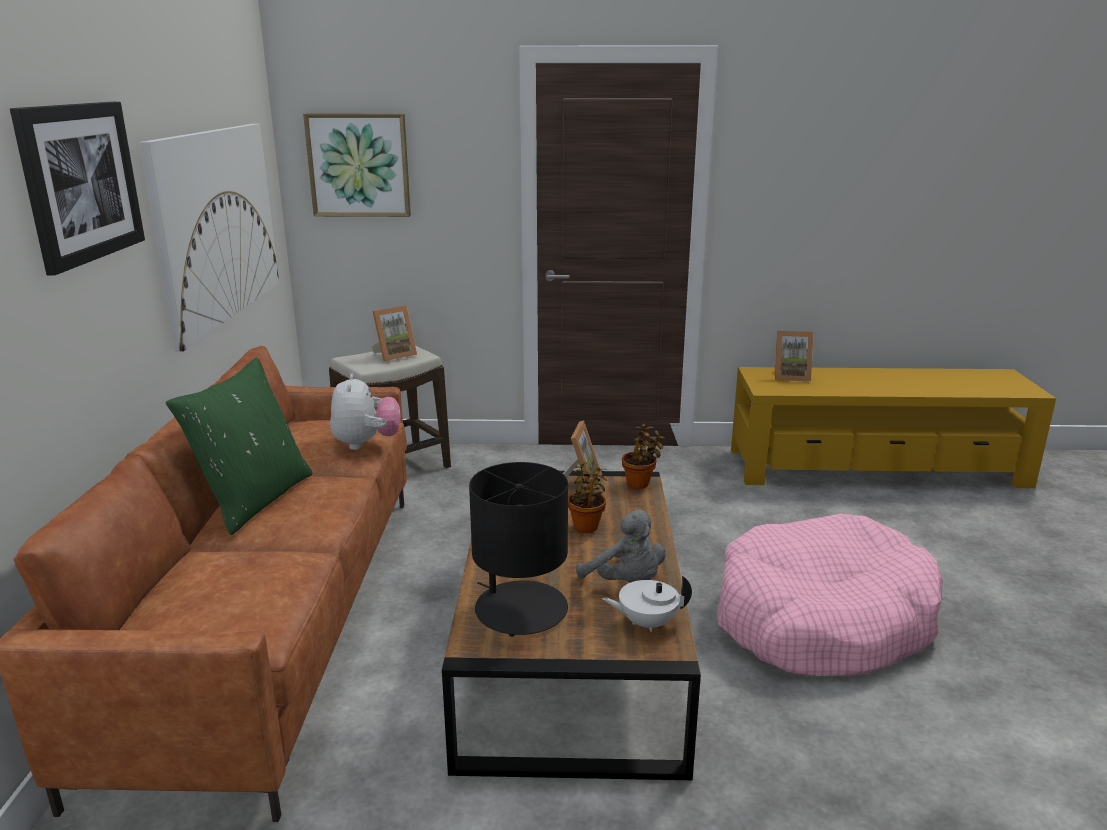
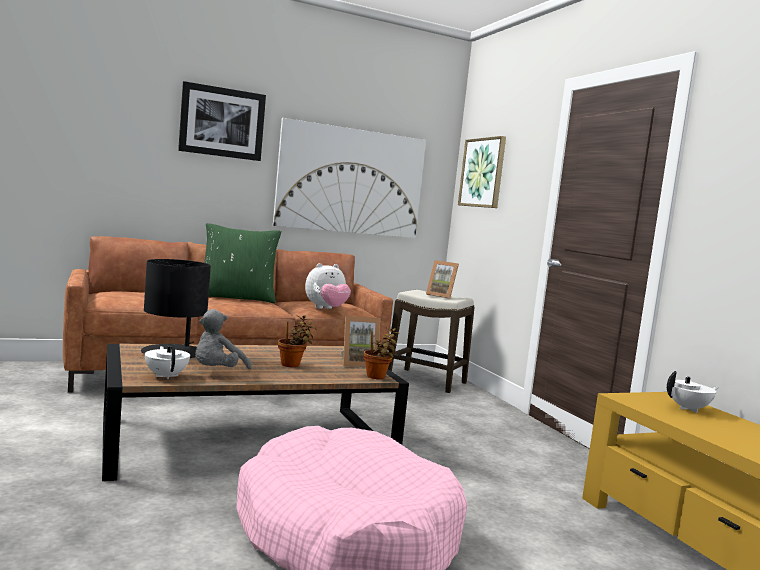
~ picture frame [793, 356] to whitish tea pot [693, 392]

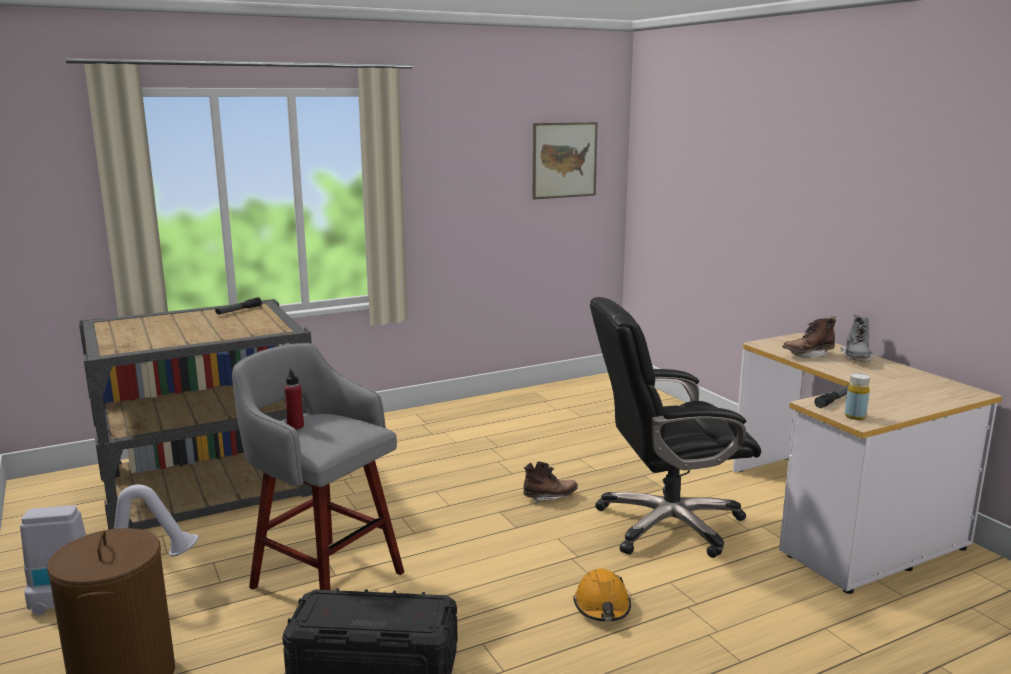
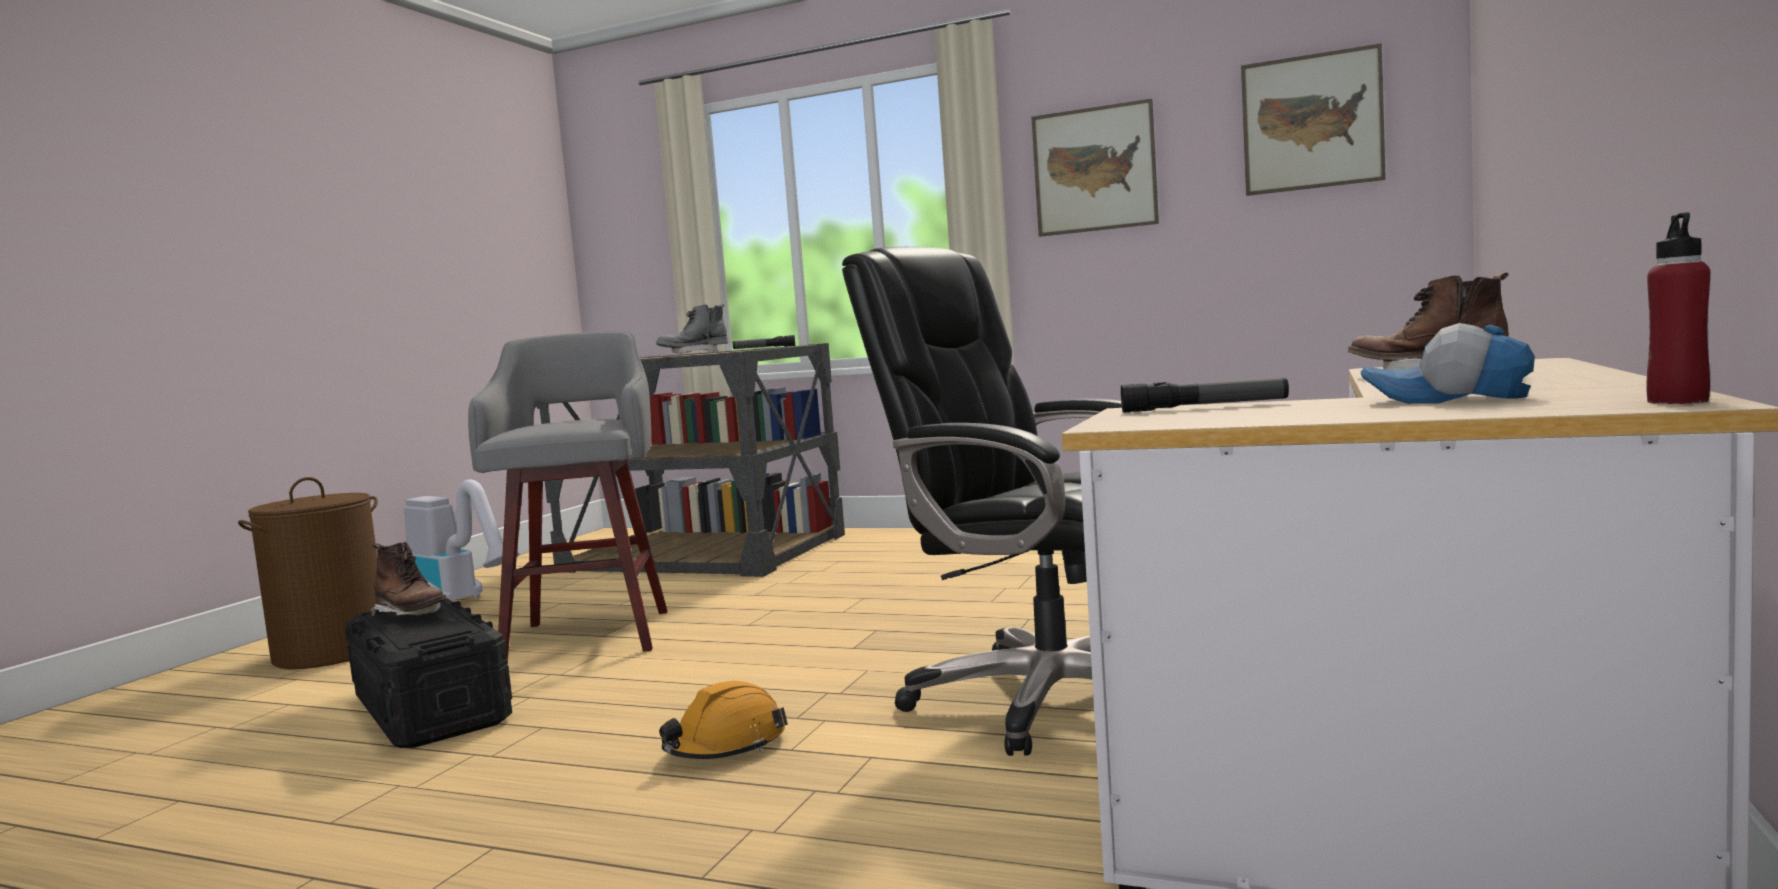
~ brownish high-top boot [550, 482] to [409, 579]
~ grey high-top boot [857, 338] to [692, 329]
+ wall art [1095, 168]
+ baseball cap [1448, 363]
~ reddish bottle [294, 399] to [1678, 308]
- yellow-coloured bottle [857, 396]

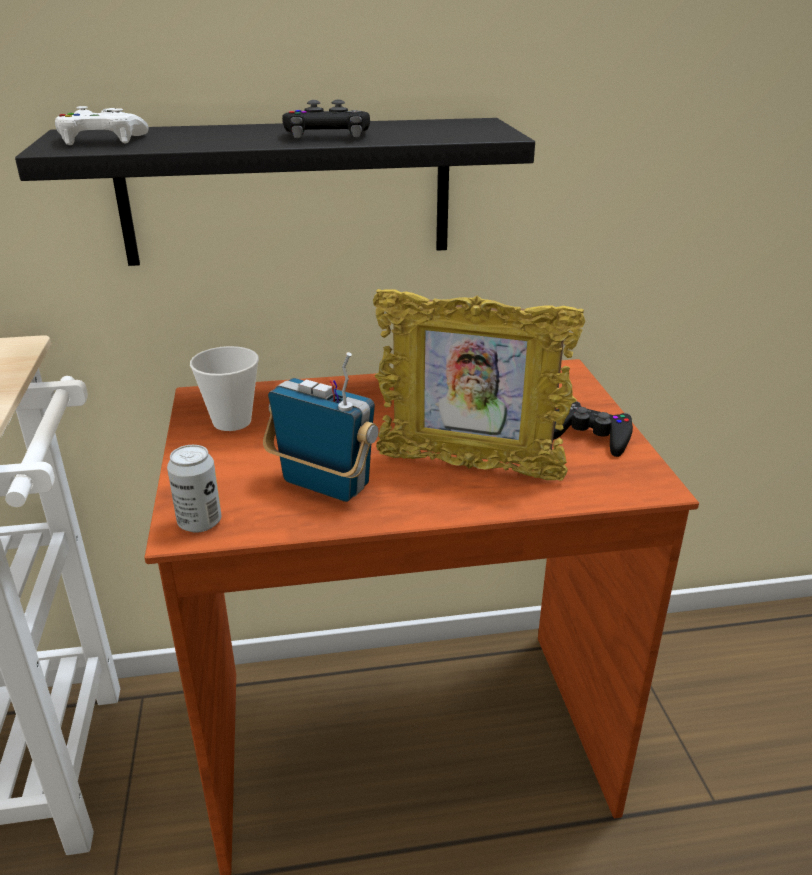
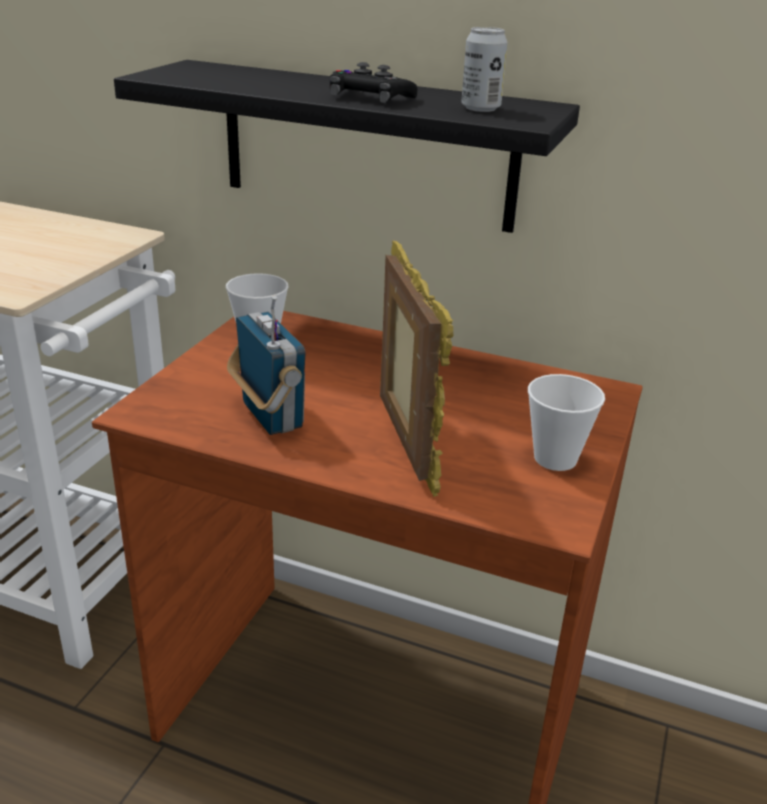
~ picture frame [479, 385] = [416, 369] 150 degrees counterclockwise
~ can [194, 489] to [485, 69]
~ blackish game controller [593, 429] to small cup [566, 422]
- whitish game controller [102, 125]

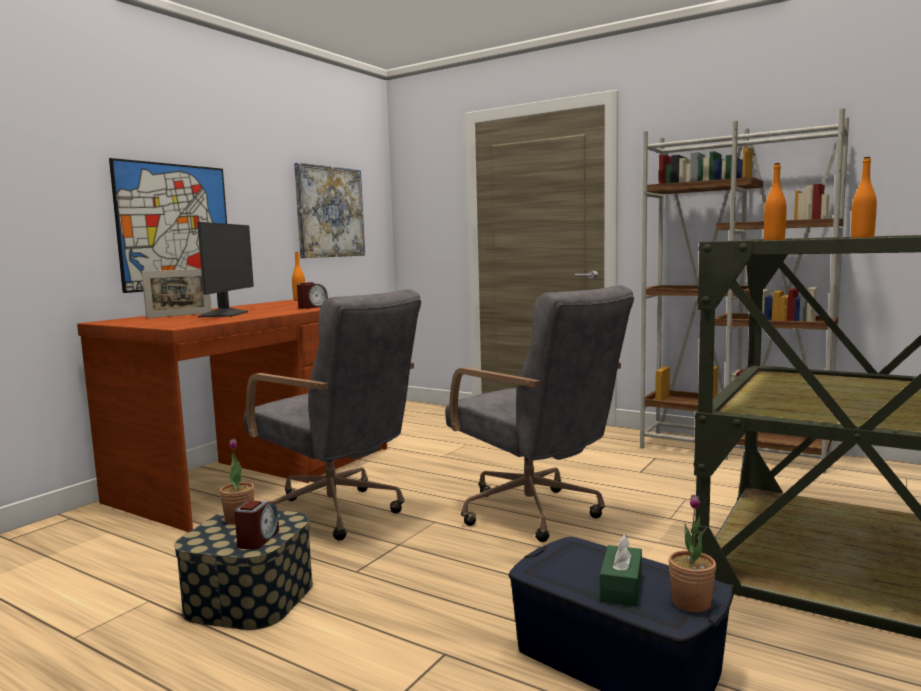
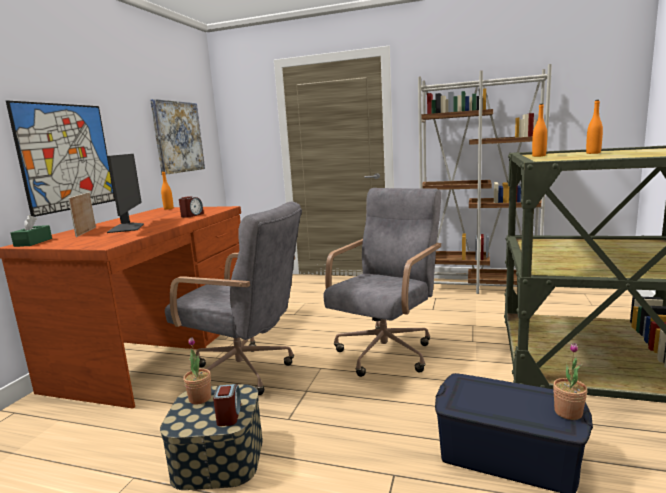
~ green-coloured tissue box [621, 570] to [31, 231]
~ picture frame [177, 293] = [82, 214] 135 degrees clockwise
~ grey office chair [539, 413] = [382, 282] 90 degrees counterclockwise

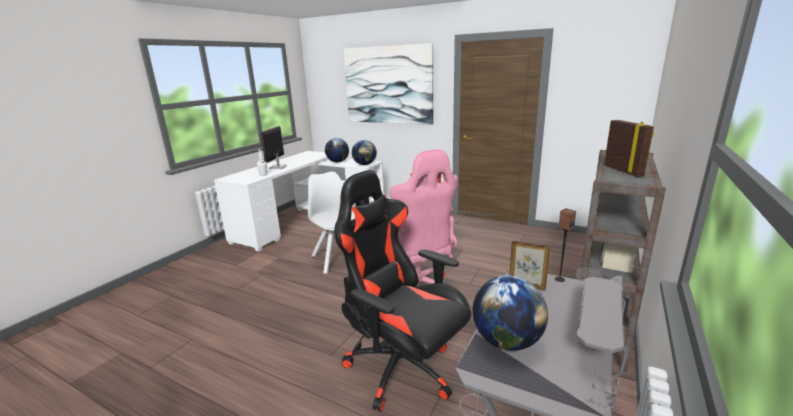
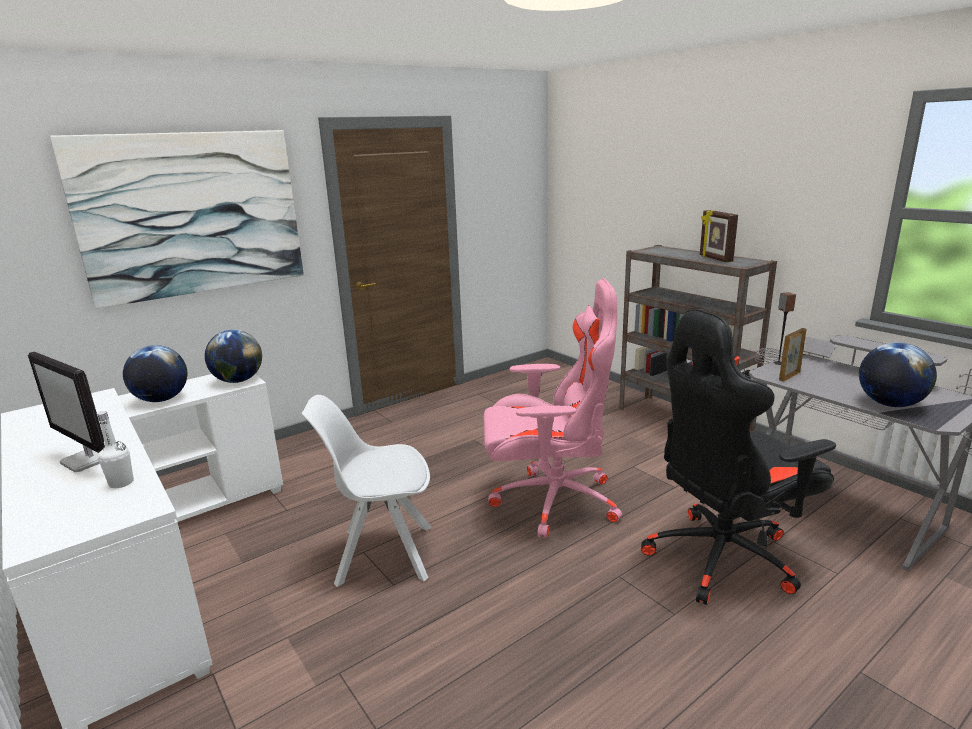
~ picture frame [629, 148] = [719, 236] 120 degrees counterclockwise

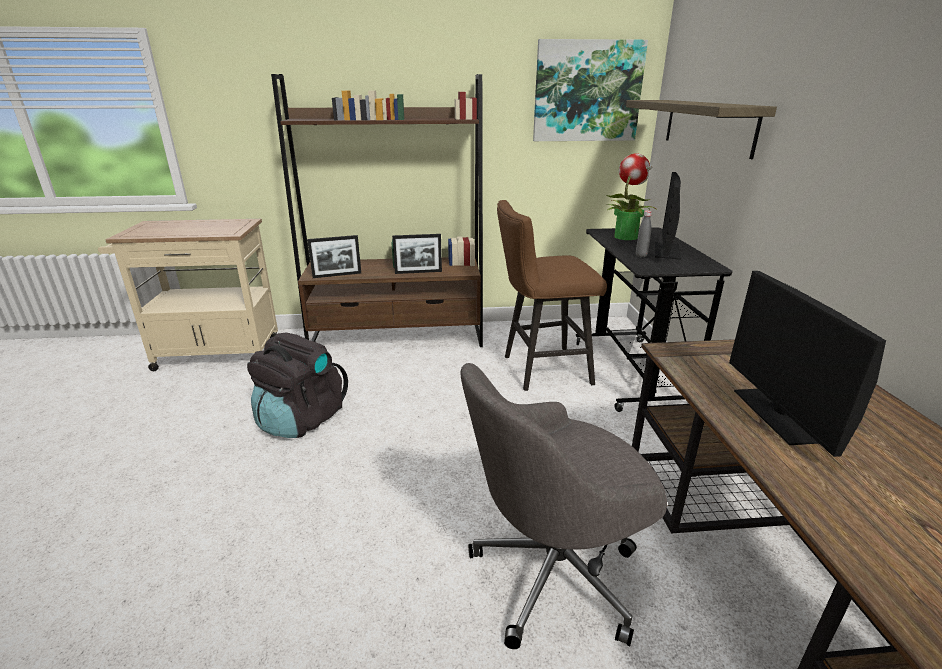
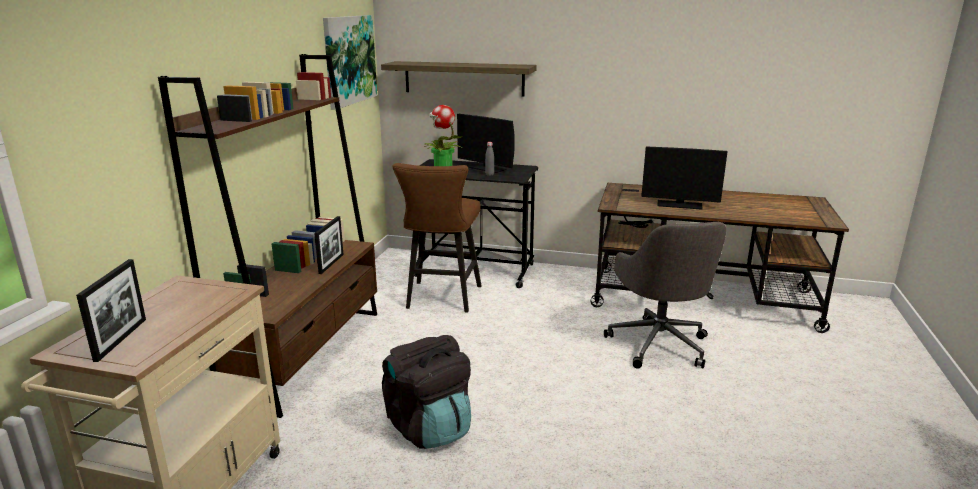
~ picture frame [334, 256] to [111, 310]

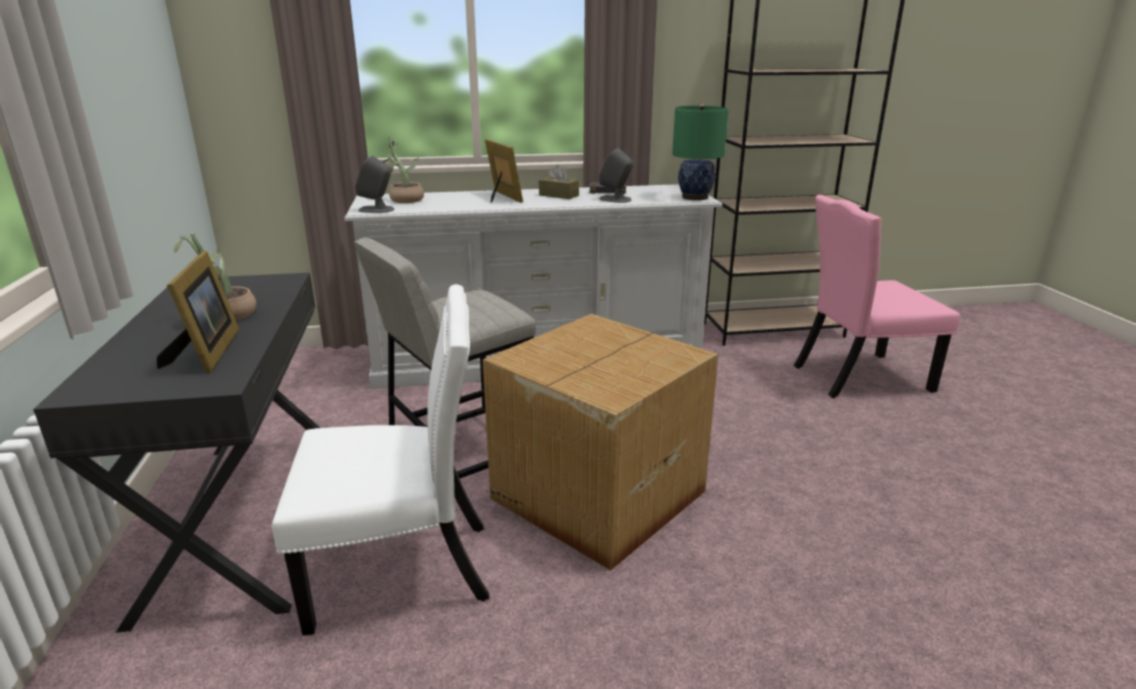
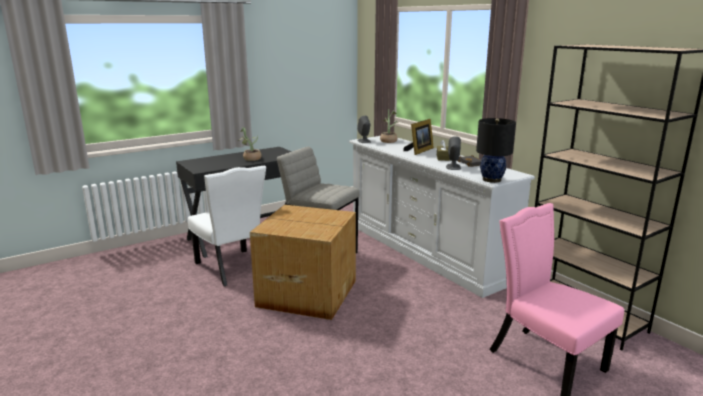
~ green-coloured tabletop lamp [700, 151] to blackish tabletop lamp [496, 150]
- picture frame [198, 312]

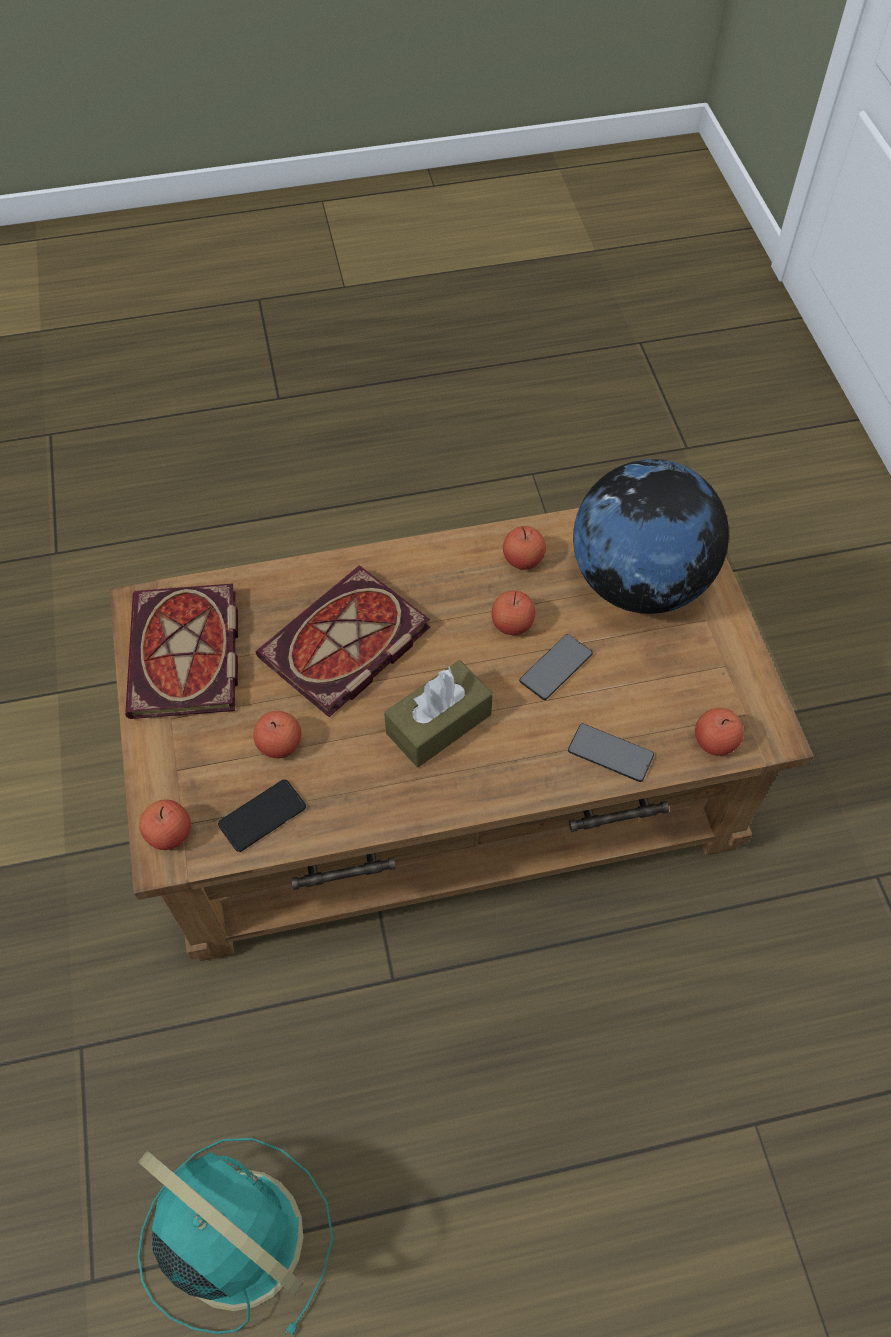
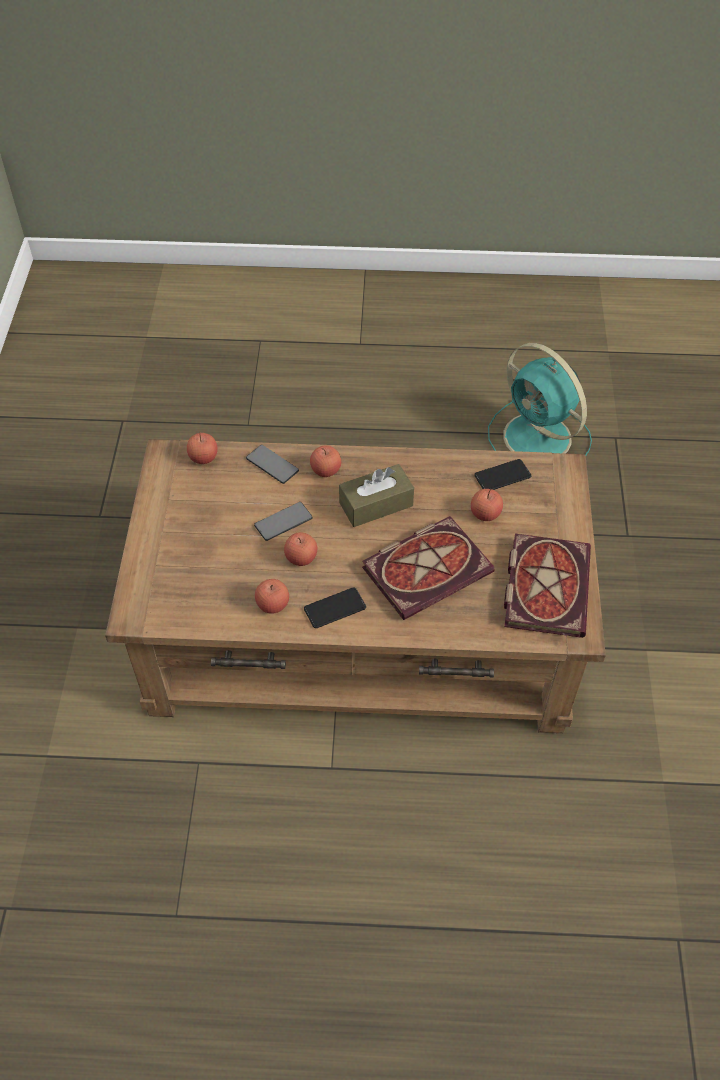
+ phone [335, 607]
~ whole apple [165, 824] to [325, 461]
- world globe [651, 536]

